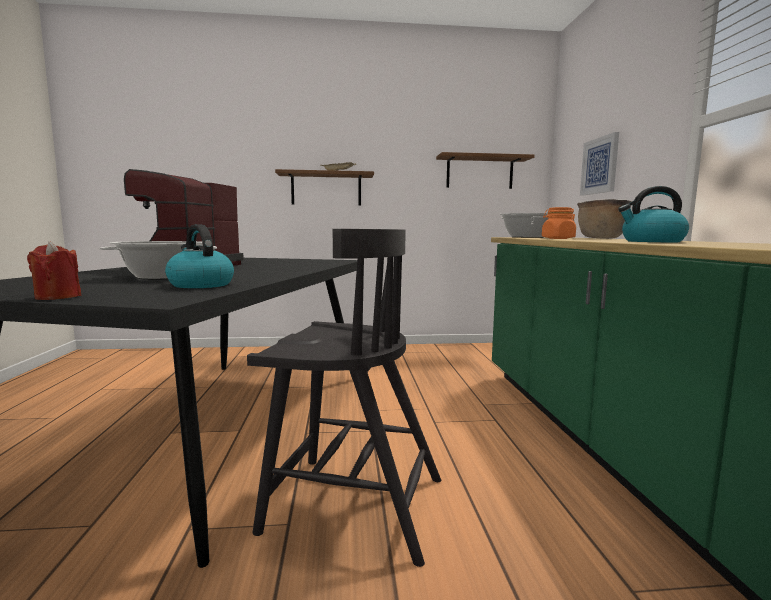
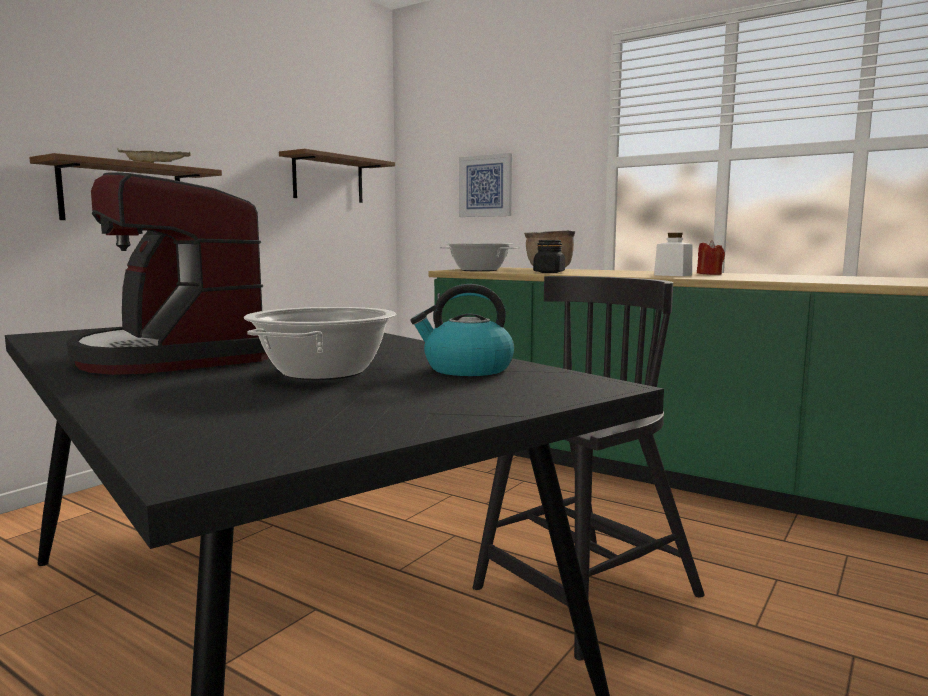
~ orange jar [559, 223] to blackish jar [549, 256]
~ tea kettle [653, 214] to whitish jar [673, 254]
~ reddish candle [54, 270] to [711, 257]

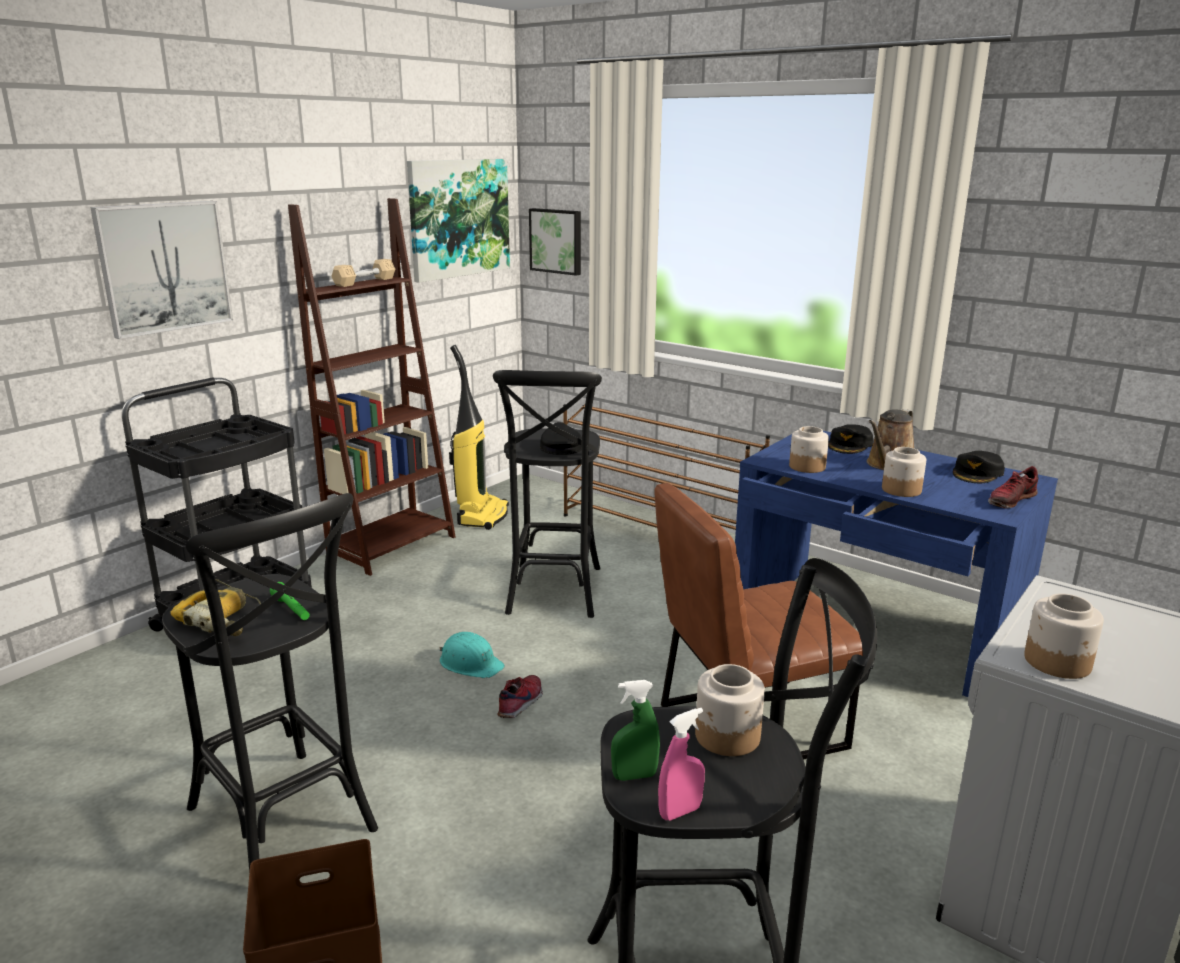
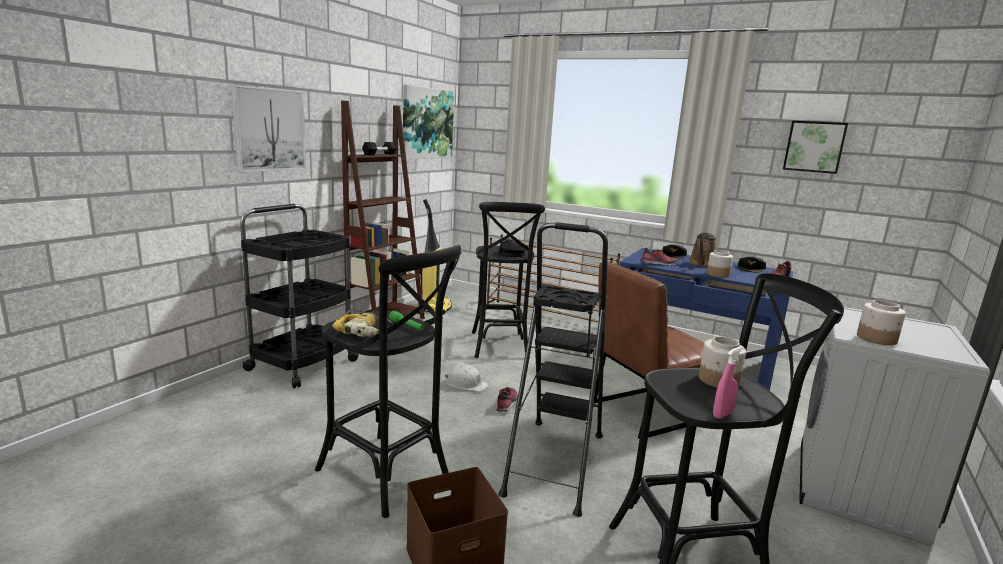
~ beige-coloured hand weight [363, 273] to blackish hand weight [379, 148]
~ turquoise-coloured work helmet [472, 655] to whitish work helmet [466, 377]
+ stepladder [553, 369]
~ jar [809, 449] to item of footwear [658, 257]
~ wall art [555, 242] to [815, 147]
- green-coloured spray bottle [635, 730]

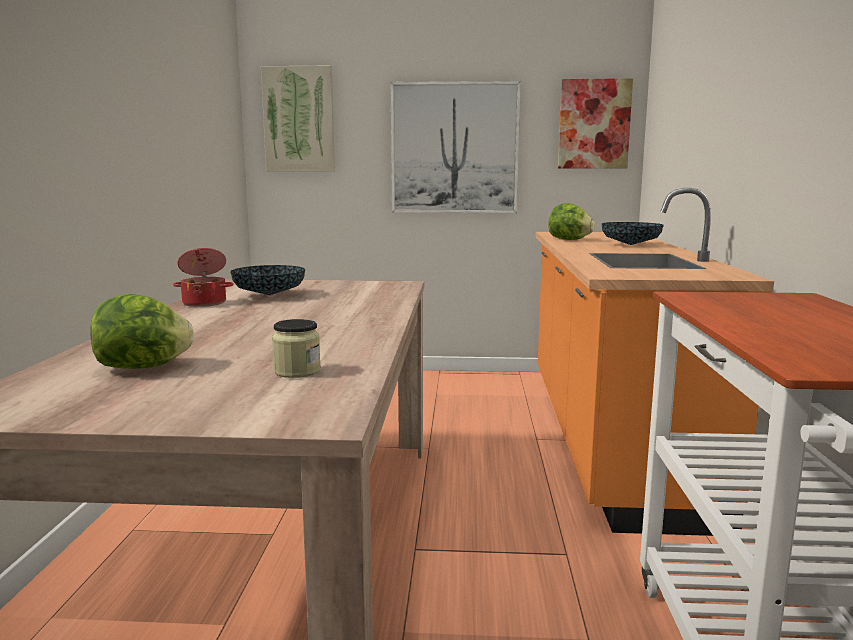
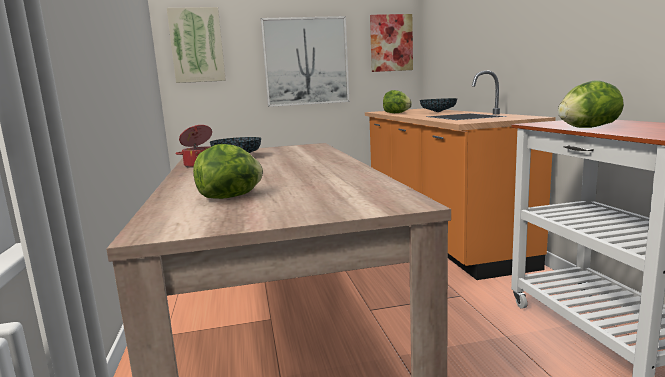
+ head of lettuce [591, 104]
- jar [296, 348]

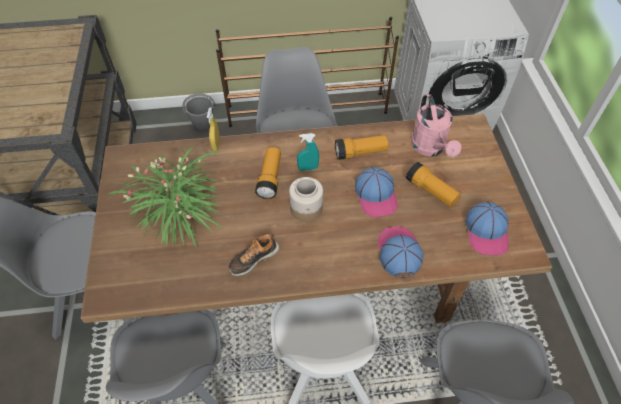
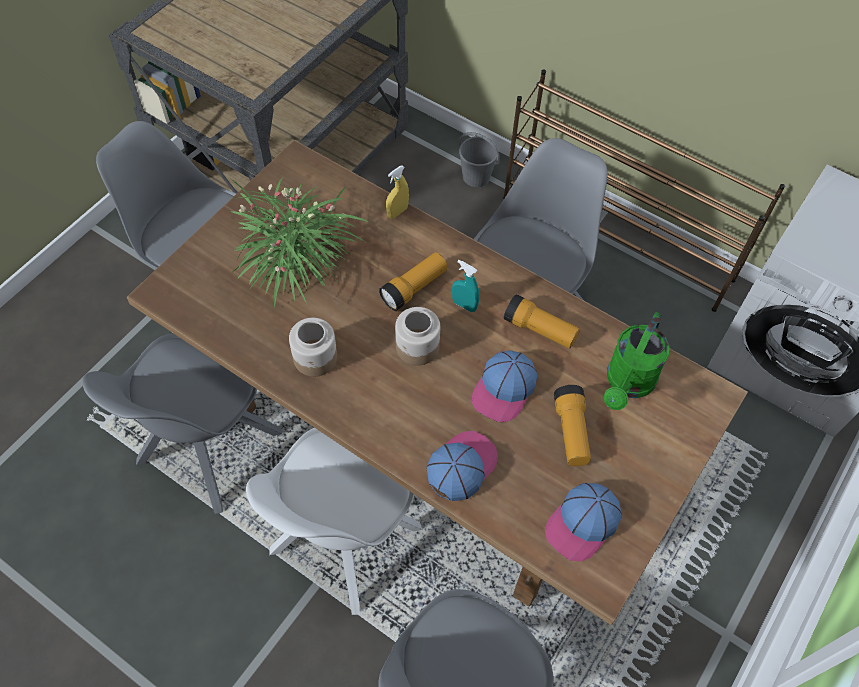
~ item of footwear [253, 255] to jar [313, 347]
~ pink sprinkling can [436, 125] to green-coloured sprinkling can [636, 361]

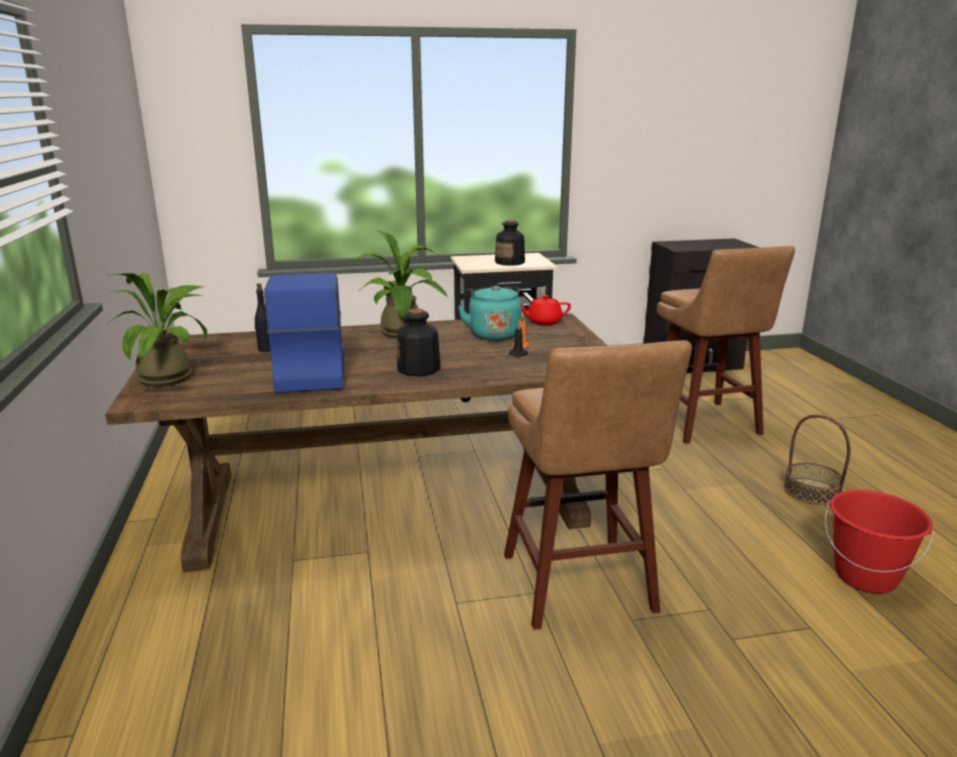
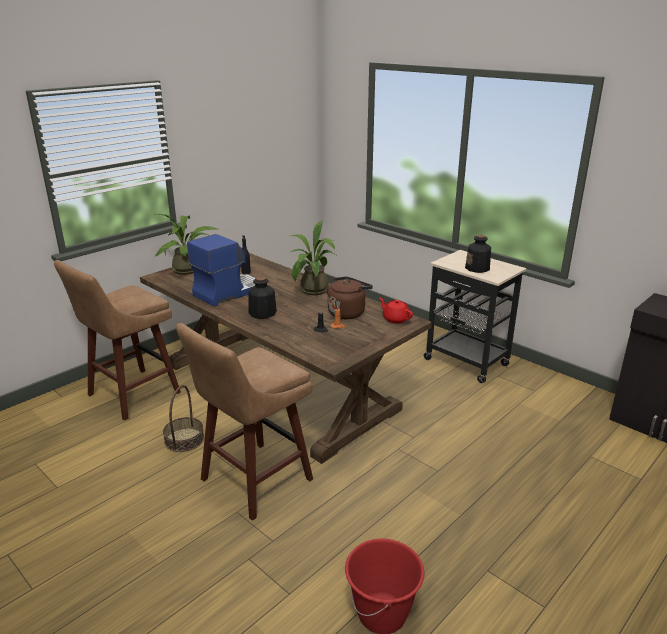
~ brownish stool seat [726, 345] to [117, 340]
~ household basket [817, 459] to [183, 418]
~ turquoise-coloured tea kettle [490, 313] to brownish tea kettle [349, 298]

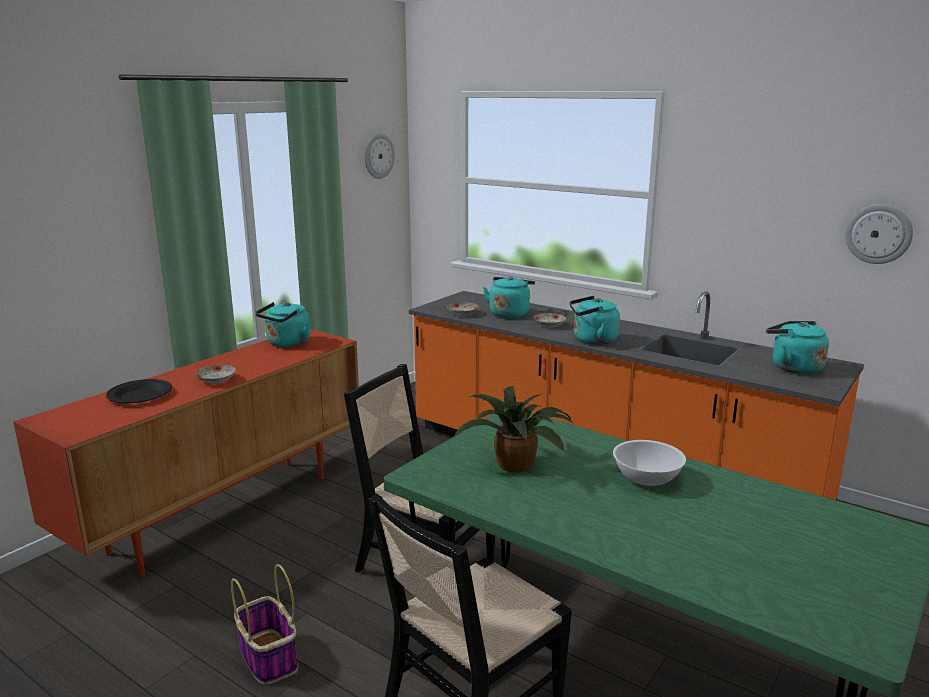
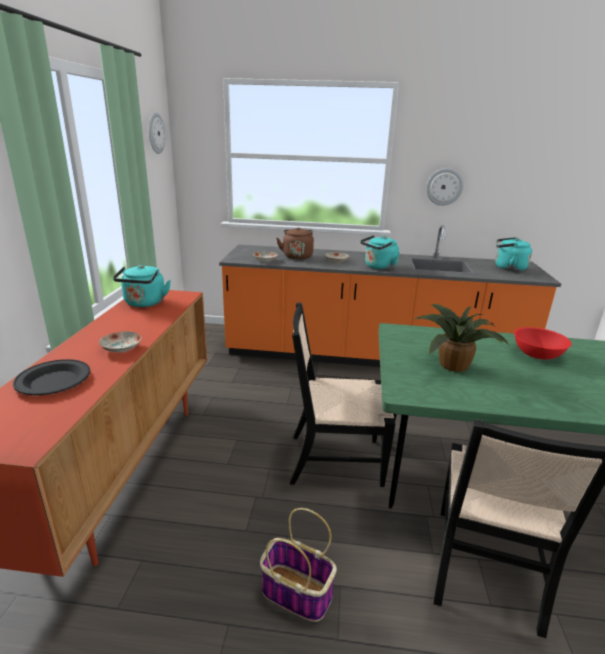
~ turquoise-coloured tea kettle [509, 297] to brownish tea kettle [295, 243]
~ wall clock [879, 234] to [444, 187]
~ whitish deep dish [649, 463] to reddish deep dish [543, 343]

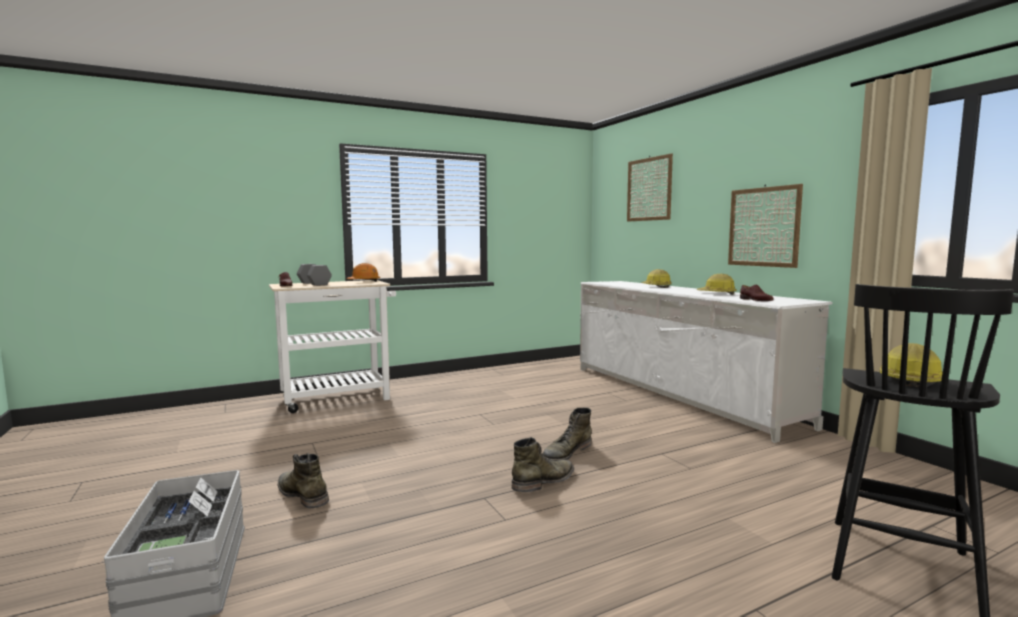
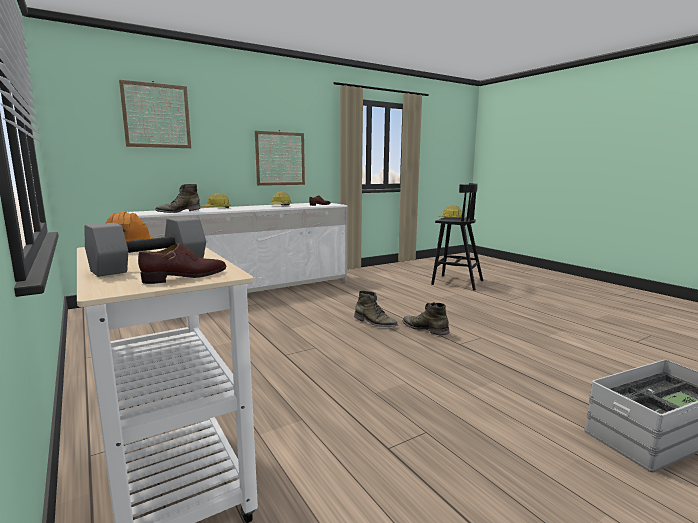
~ green-coloured high-top boot [303, 480] to [177, 198]

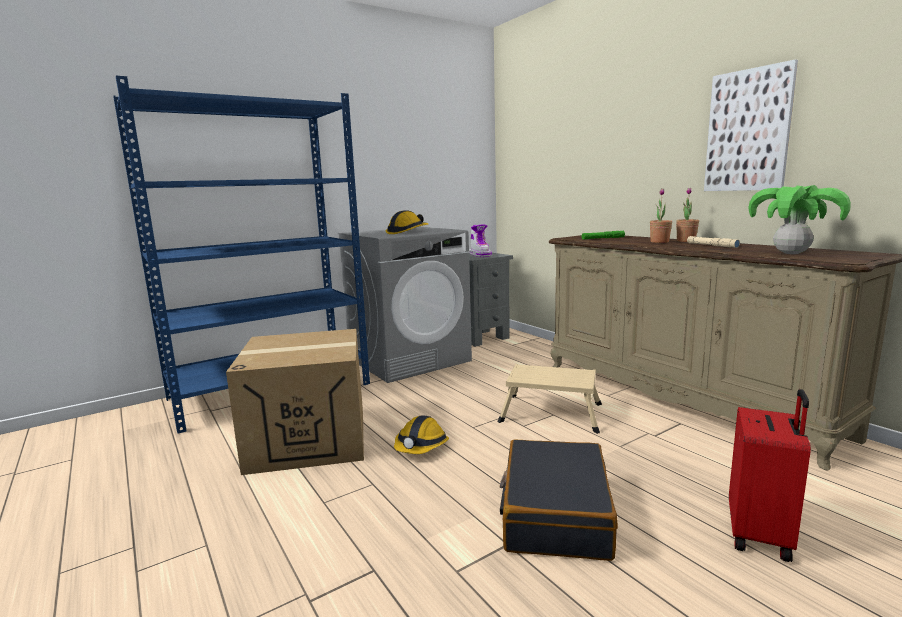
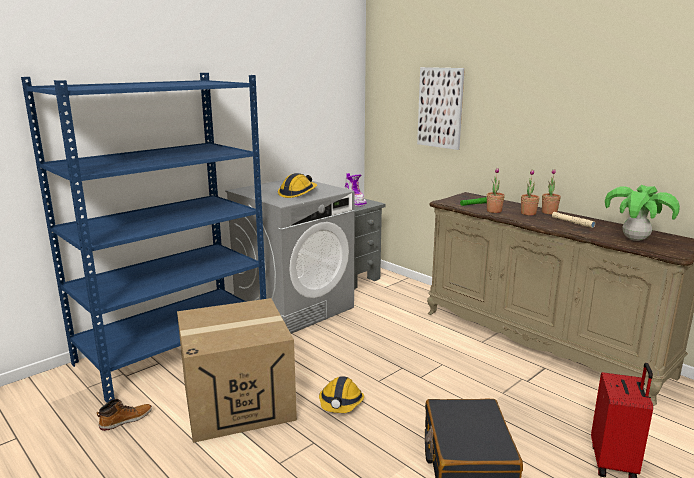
+ high-top boot [124, 415]
~ wall art [751, 125] to [441, 108]
+ houseplant [496, 190]
- beige-coloured stepladder [549, 399]

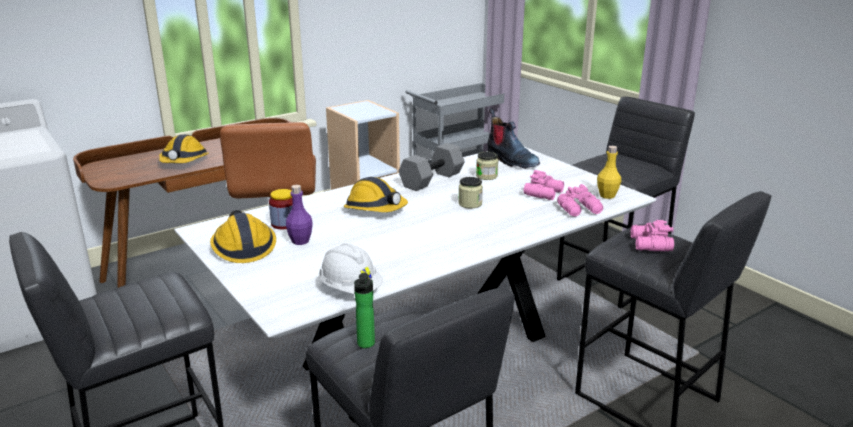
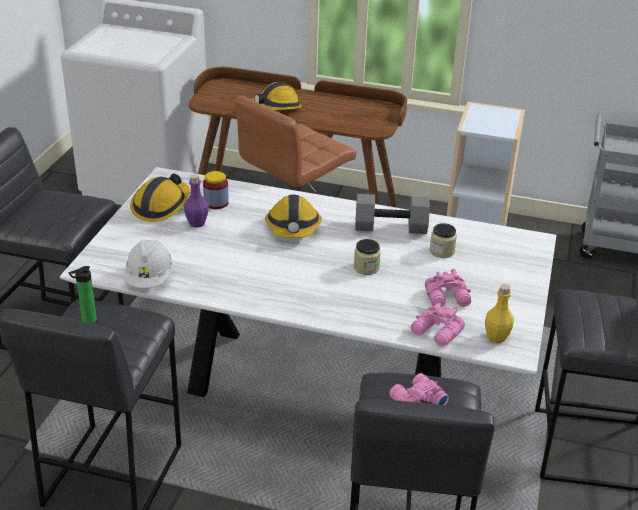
- high-top boot [514, 138]

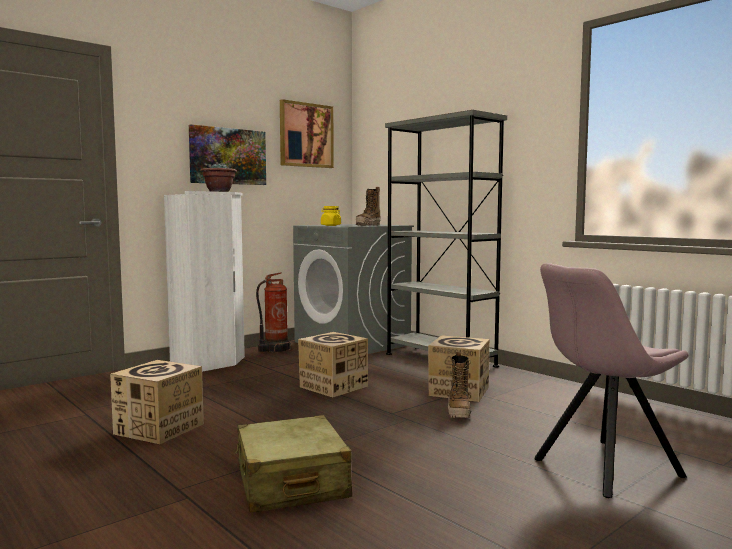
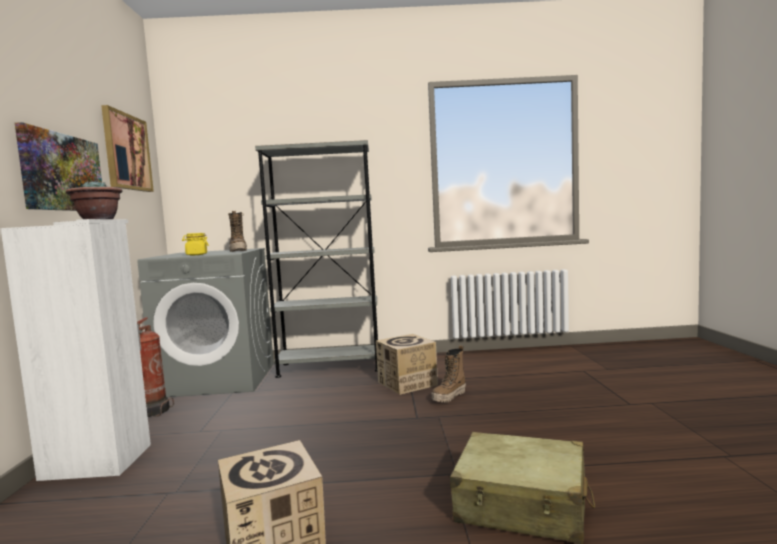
~ high-top boot [459, 385] = [448, 374] 90 degrees clockwise
- carton [333, 364]
- pink chair [612, 380]

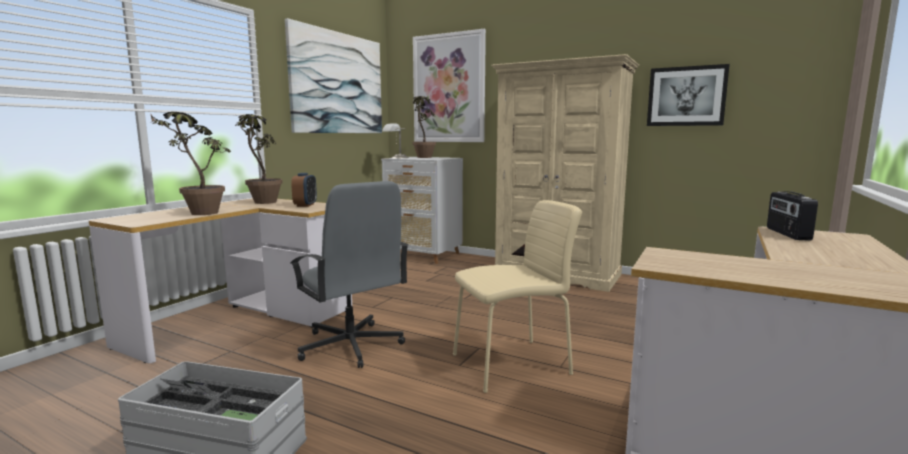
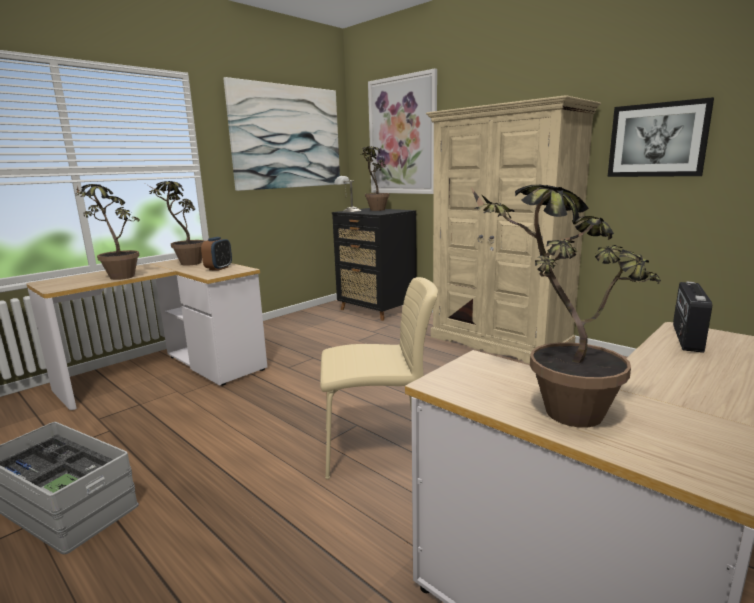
~ whitish chest of drawers [422, 210] to blackish chest of drawers [374, 264]
+ houseplant [566, 306]
- grey office chair [349, 274]

